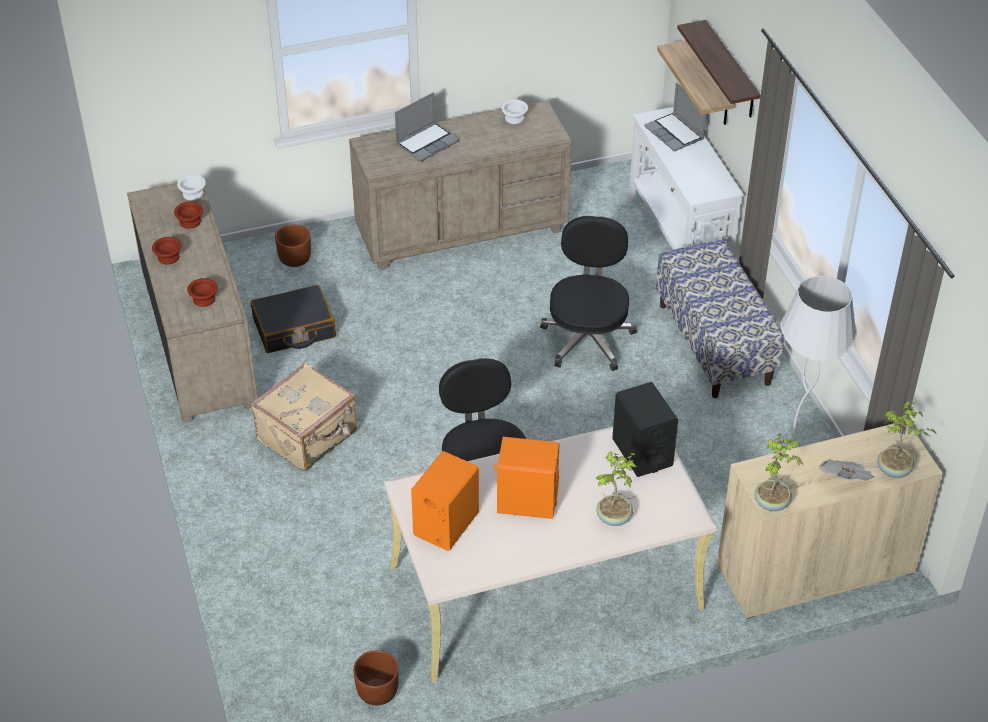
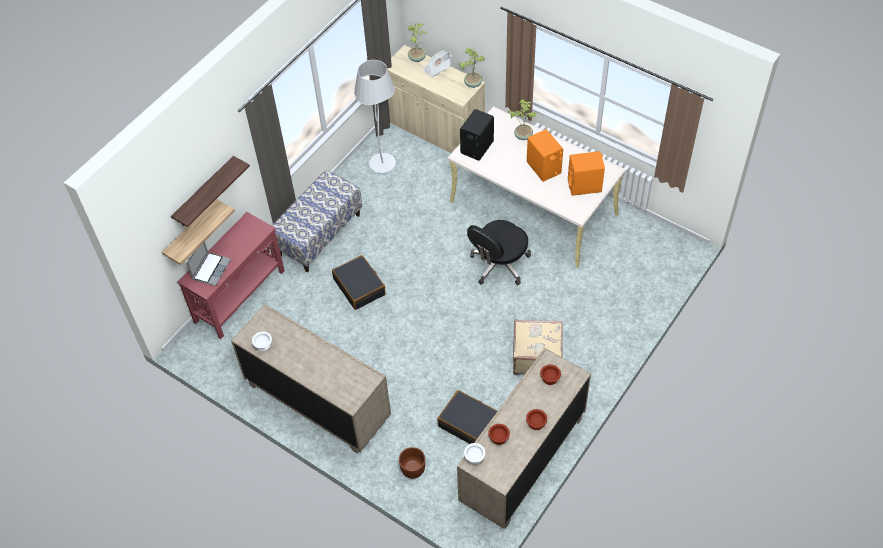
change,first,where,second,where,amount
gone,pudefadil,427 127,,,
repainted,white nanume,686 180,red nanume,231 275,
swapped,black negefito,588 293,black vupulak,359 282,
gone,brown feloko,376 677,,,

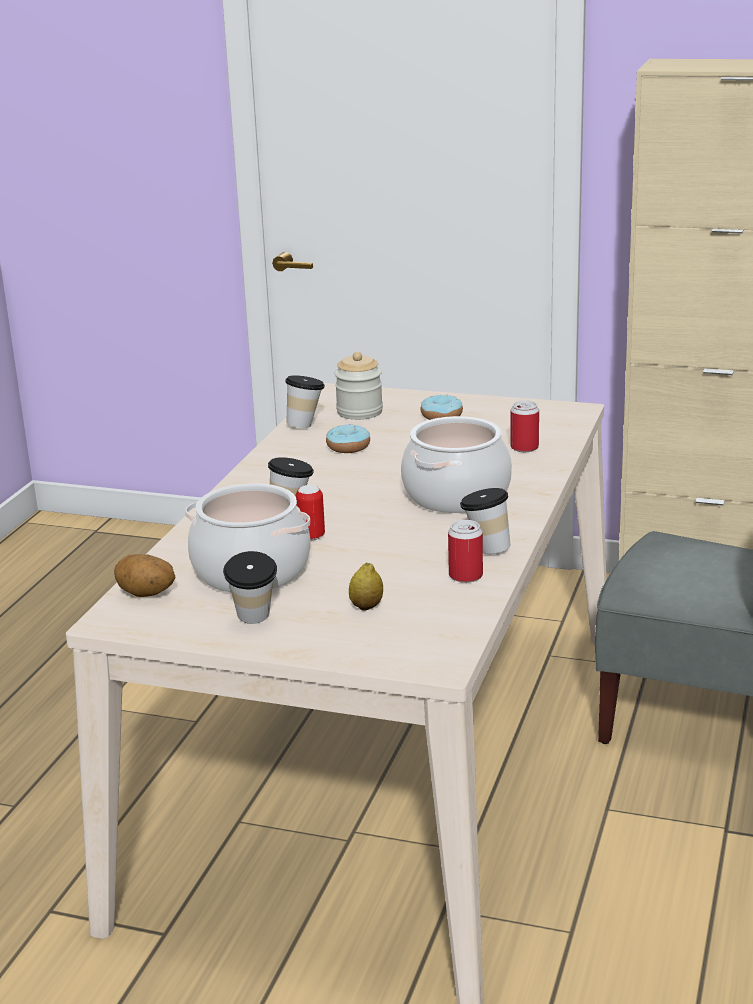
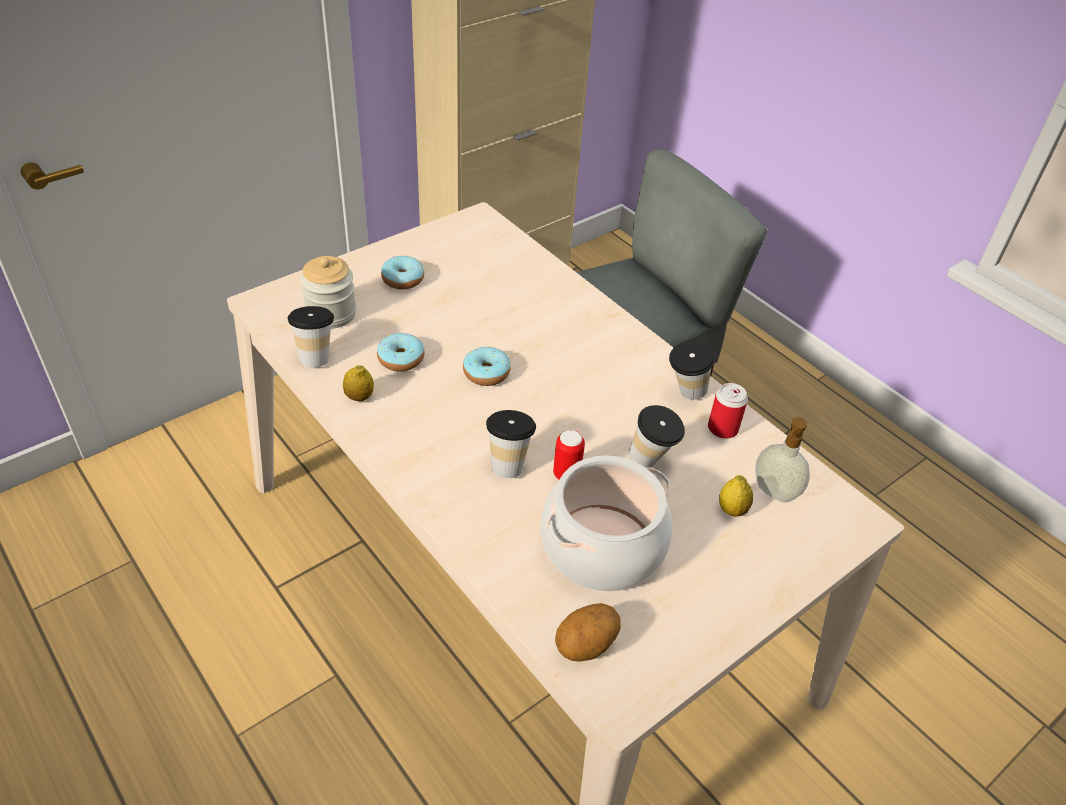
change,first,where,second,where,amount
gone,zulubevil,525 426,,,
gone,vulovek,456 464,,,
shifted,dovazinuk,250 587,,657 436,
new,,,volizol,487 366,
new,,,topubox,358 383,
new,,,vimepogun,782 459,

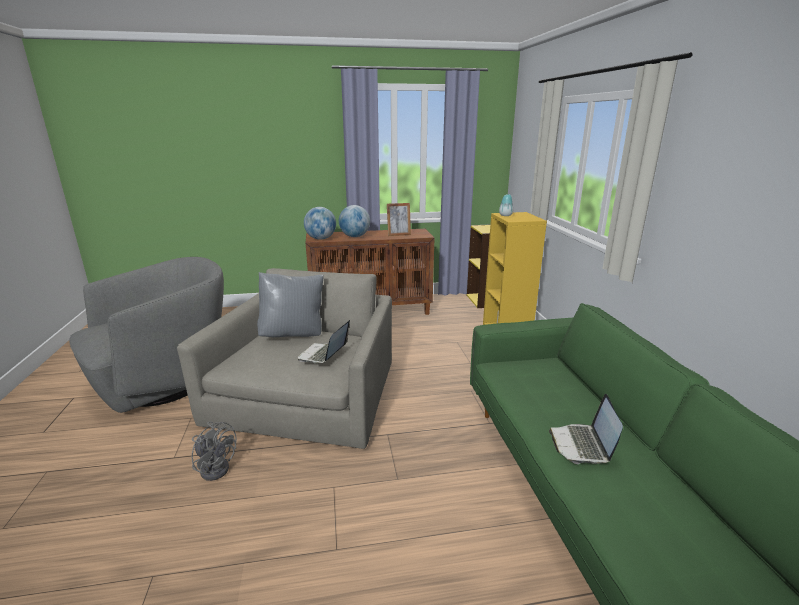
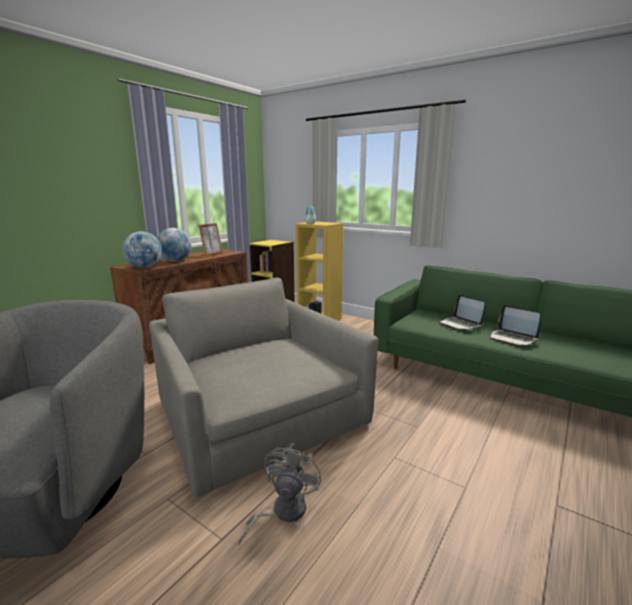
change,first,where,second,where,amount
gone,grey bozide,290 304,,,
shifted,pudefadil,324 341,,462 312,
rotated,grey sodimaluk,214 451,,279 494,60 degrees counterclockwise

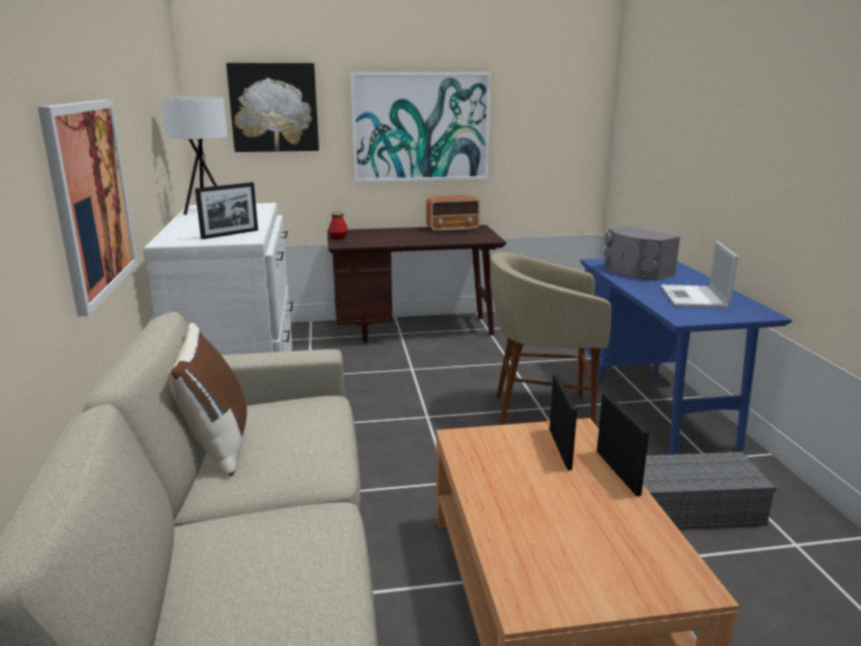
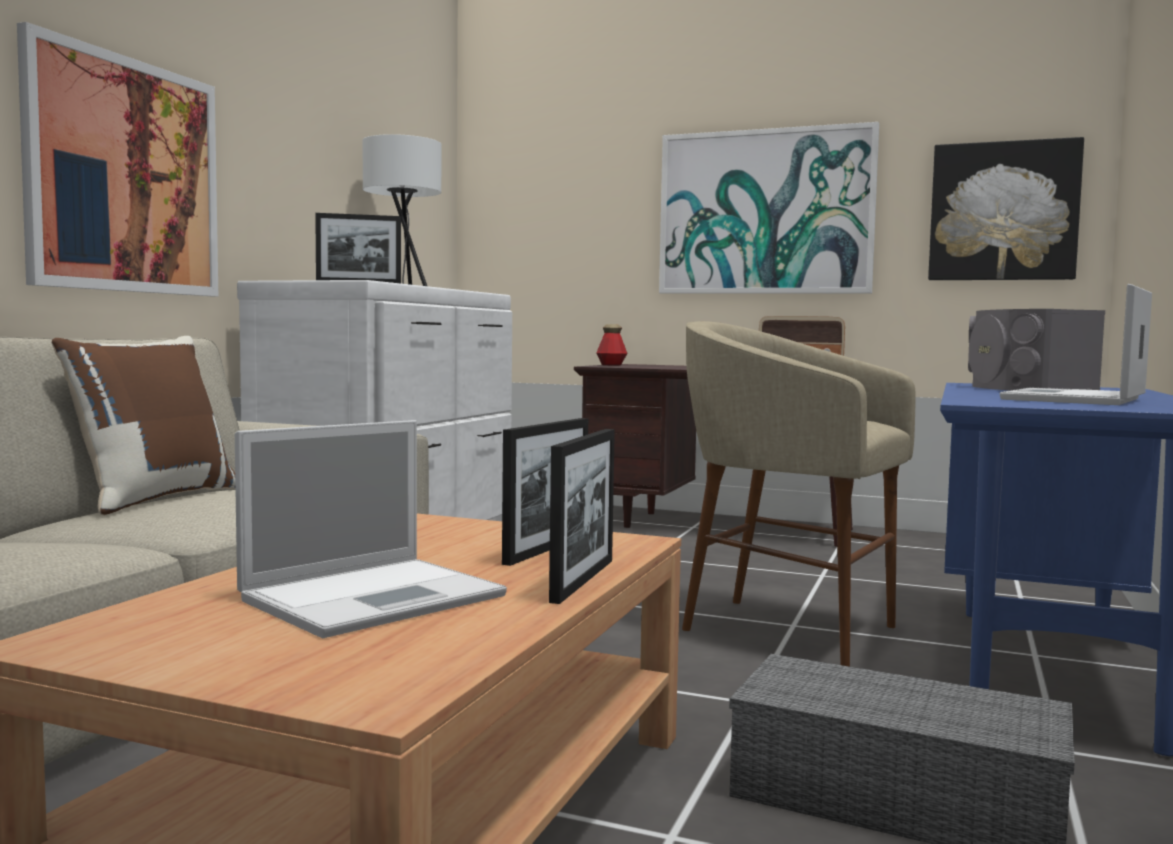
change,first,where,second,where,amount
shifted,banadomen,272 107,,1006 208,
new,,,pudefadil,371 529,

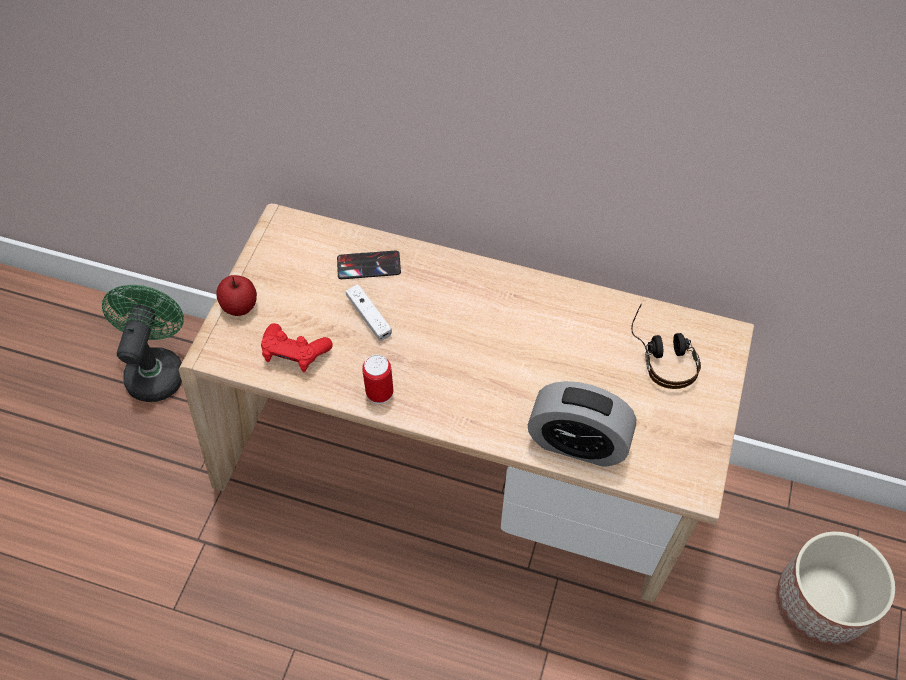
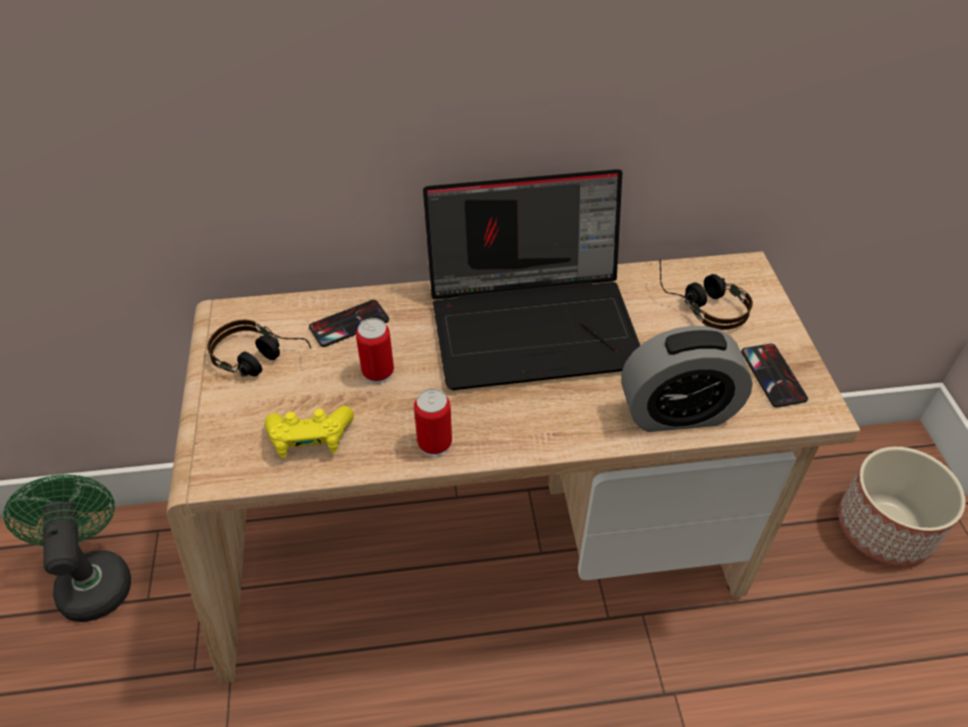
change,first,where,second,where,amount
gone,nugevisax,236 295,,,
swapped,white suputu,369 312,zulubevil,375 351,
repainted,red suputu,297 347,yellow suputu,309 432,
new,,,pudefadil,531 279,
new,,,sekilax,259 348,
new,,,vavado,774 375,

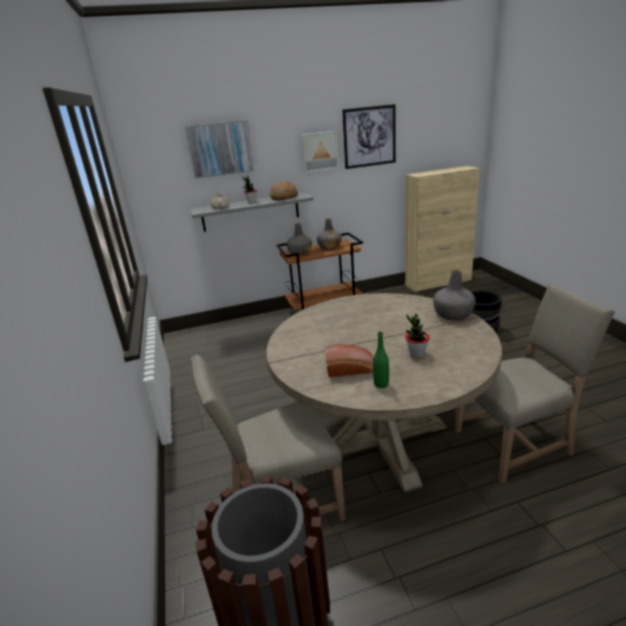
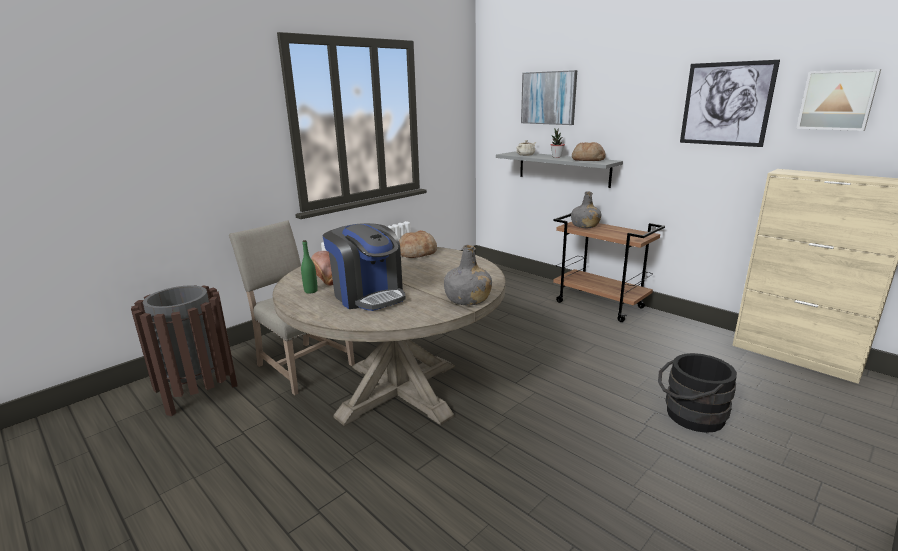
change,first,where,second,where,amount
shifted,banadomen,320 151,,838 100,
gone,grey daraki,329 234,,,
gone,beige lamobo,535 383,,,
swapped,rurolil,418 336,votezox,364 267,
new,,,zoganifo,418 244,

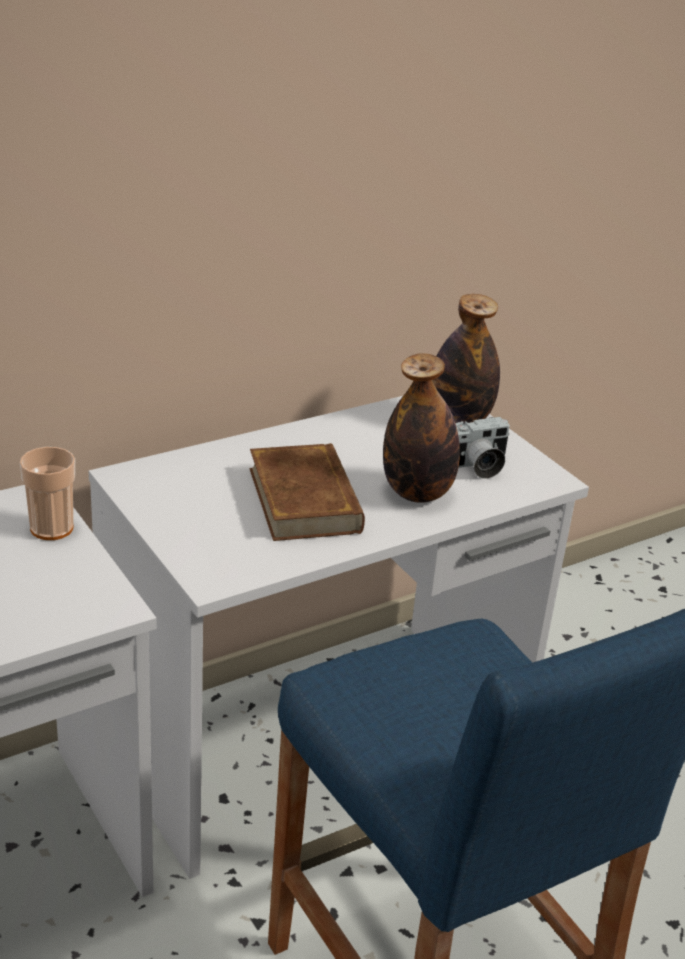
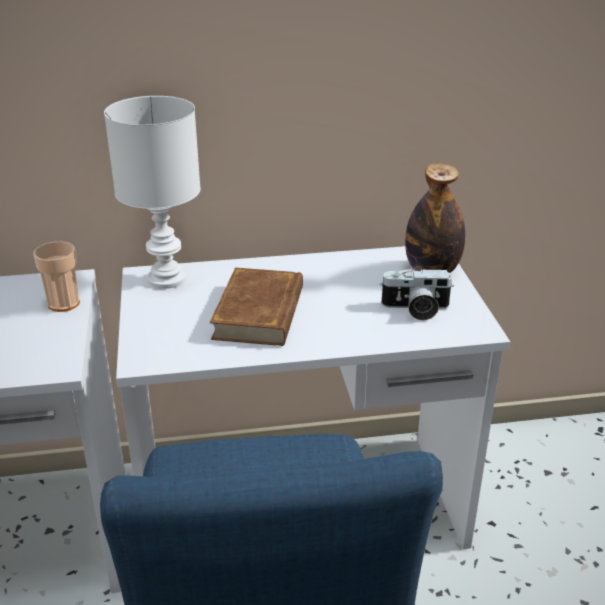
change,first,where,second,where,amount
gone,daraki,421 428,,,
new,,,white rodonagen,152 192,

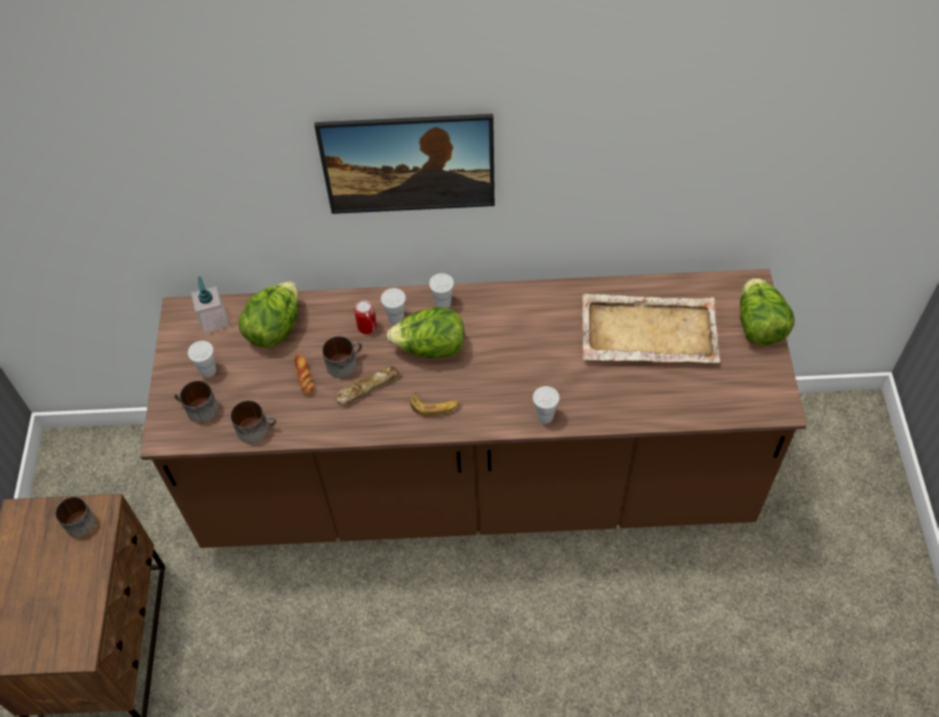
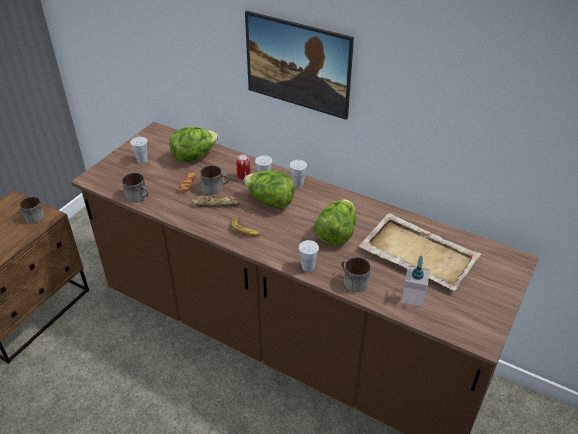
change,first,where,second,where,amount
shifted,vimepogun,209 304,,415 281,
shifted,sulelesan,767 312,,335 222,
shifted,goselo,196 402,,356 274,

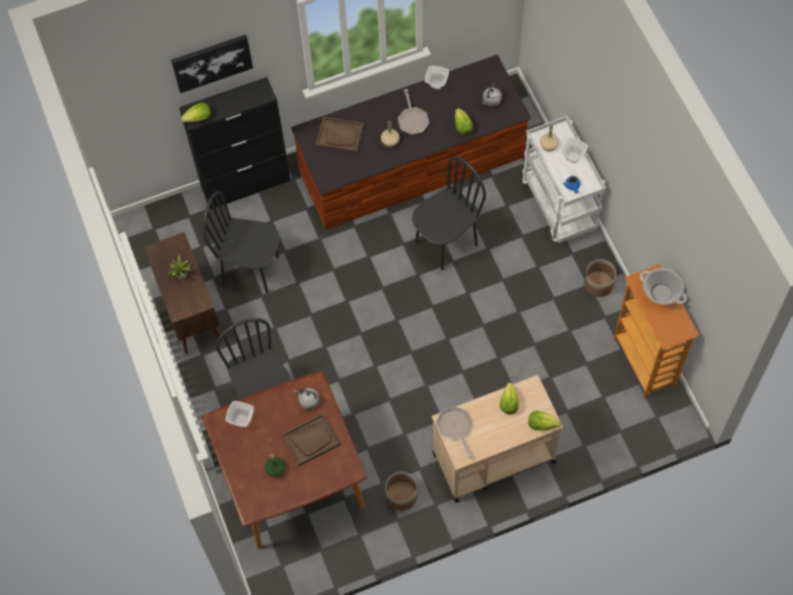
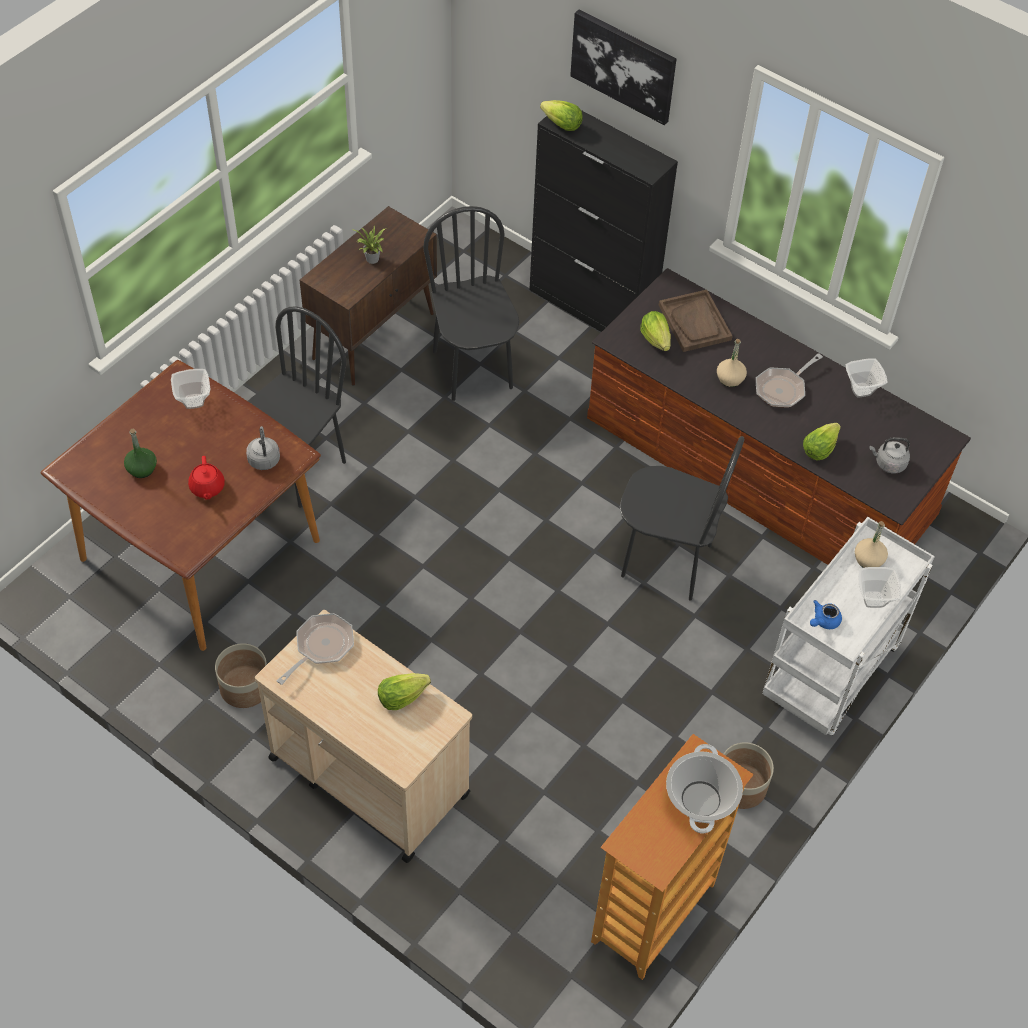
change,first,where,second,where,amount
shifted,sulelesan,544 420,,655 331,
swapped,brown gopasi,311 439,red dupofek,206 478,

